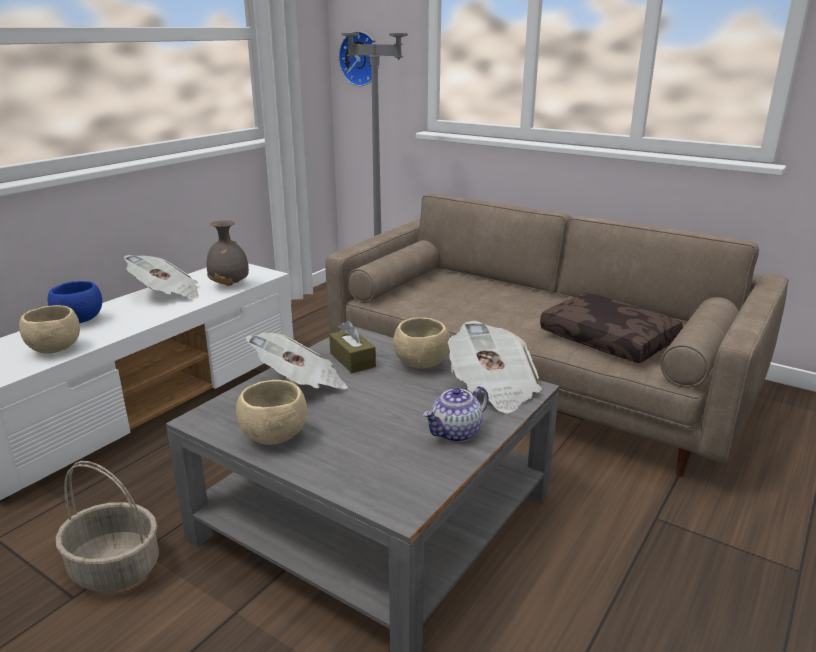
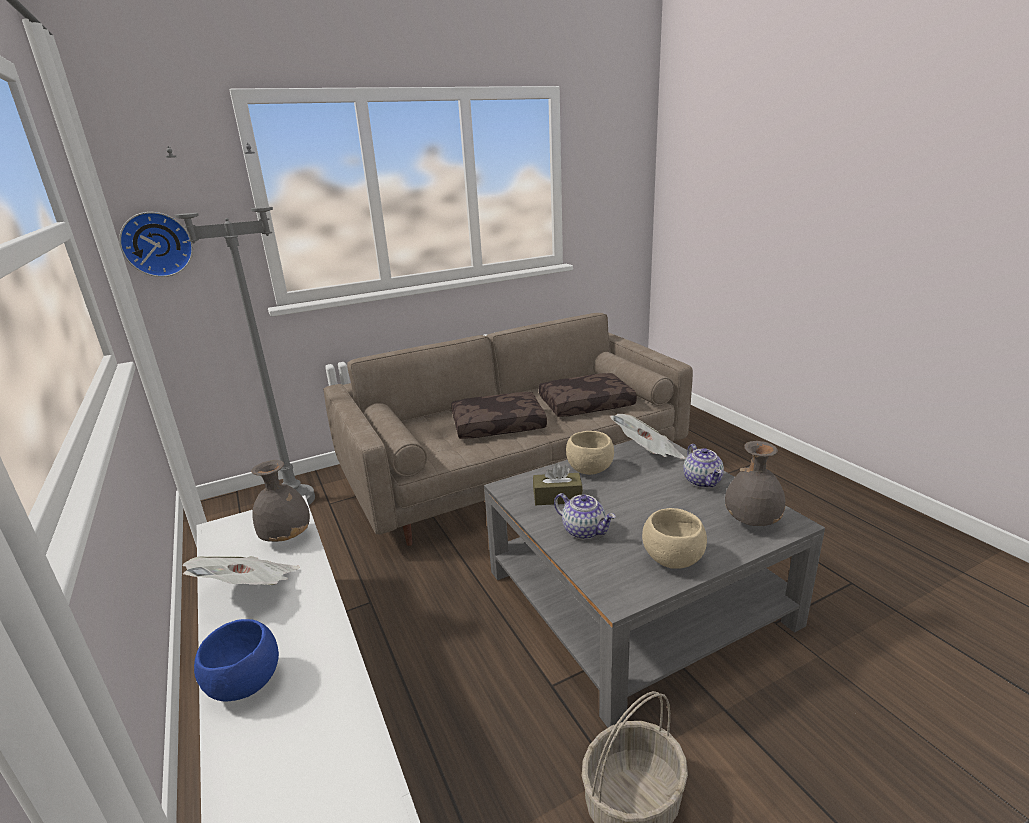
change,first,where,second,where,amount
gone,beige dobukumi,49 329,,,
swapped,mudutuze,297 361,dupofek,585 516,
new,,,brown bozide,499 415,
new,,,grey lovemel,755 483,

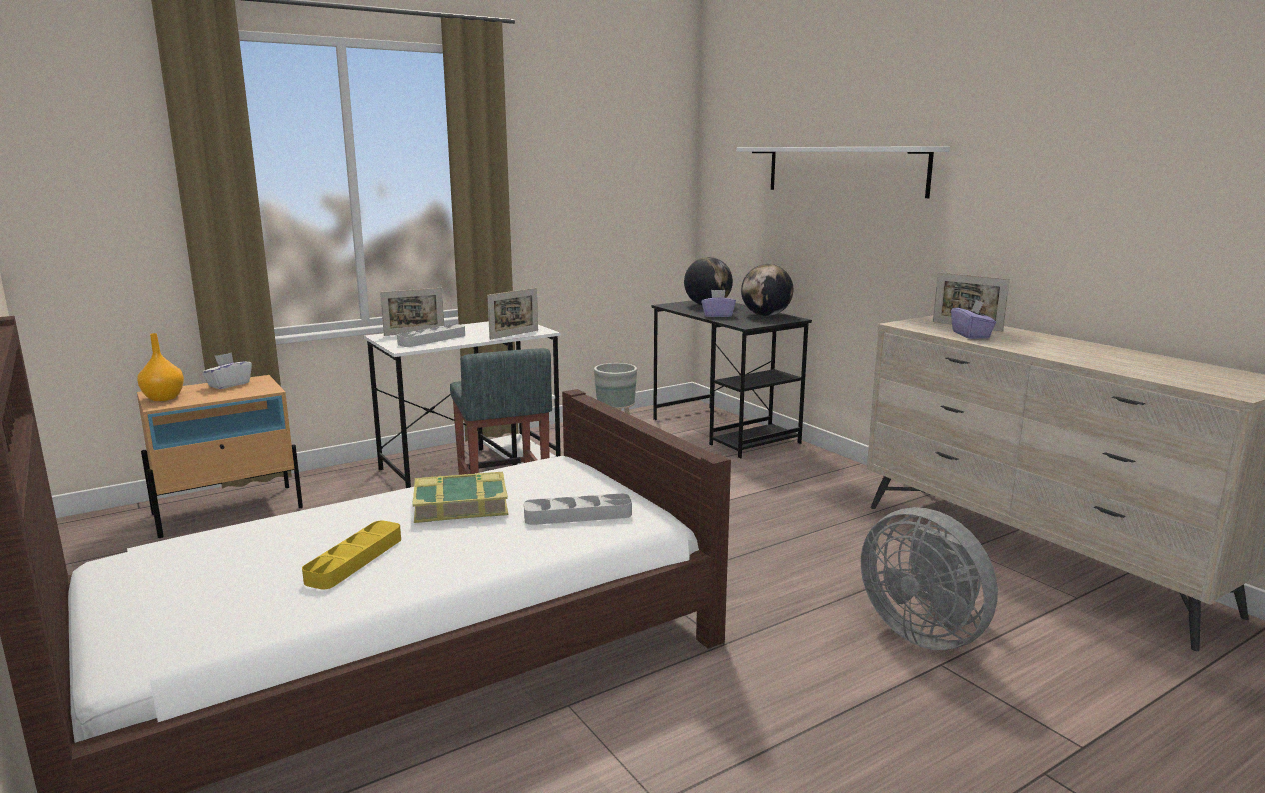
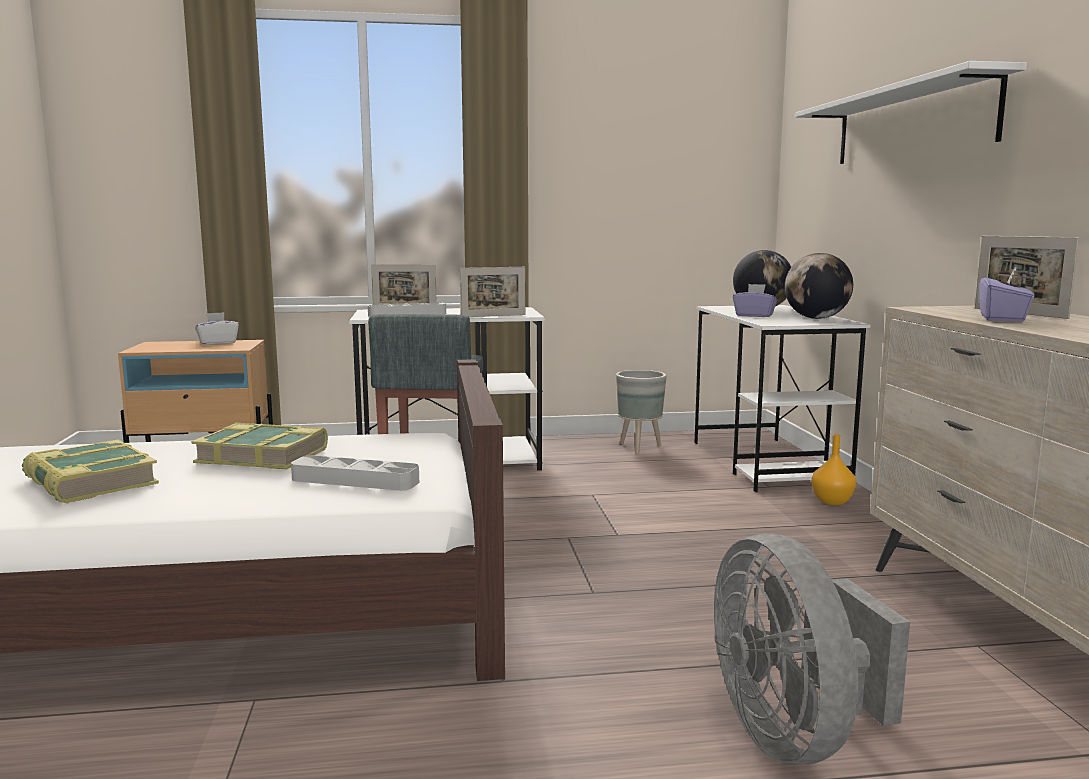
change,first,where,second,where,amount
repainted,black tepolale,731 379,white tepolale,782 398,
shifted,orange lovemel,160 367,,833 469,
swapped,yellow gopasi,351 555,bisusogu,90 471,

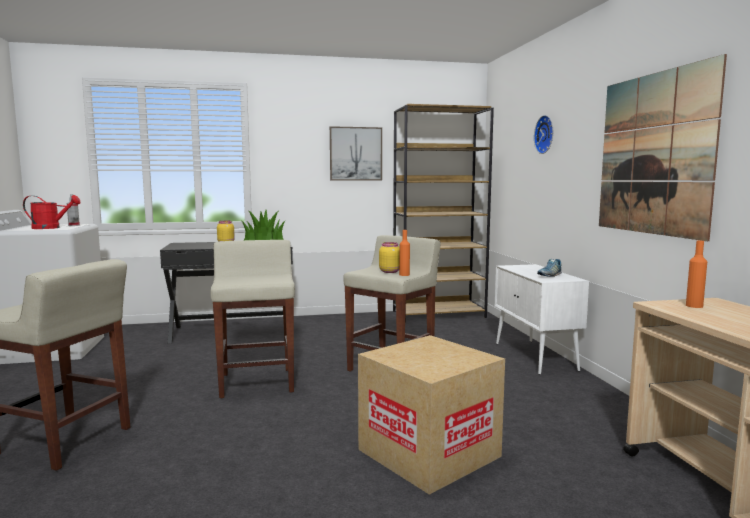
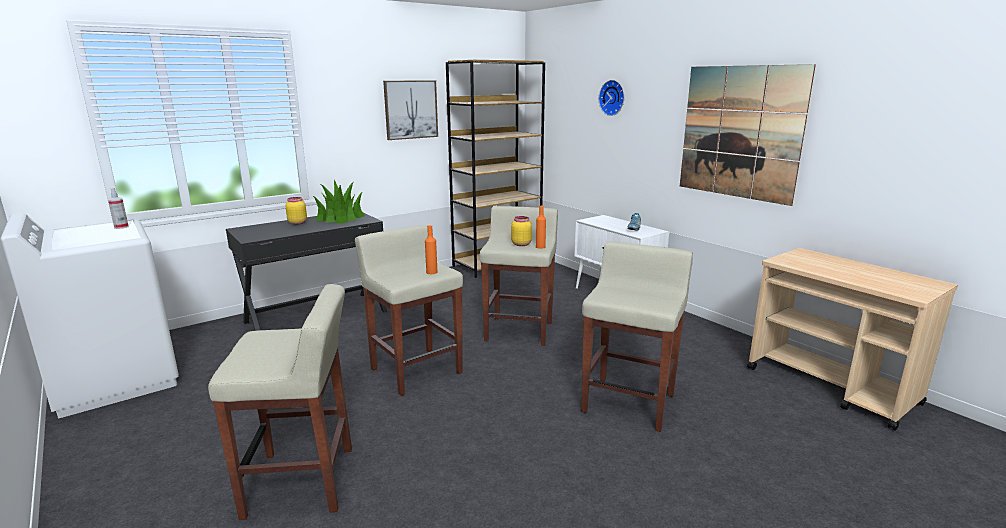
change,first,where,second,where,amount
gone,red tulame,52 212,,,
shifted,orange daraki,696 274,,431 249,
swapped,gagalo,431 415,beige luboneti,637 337,

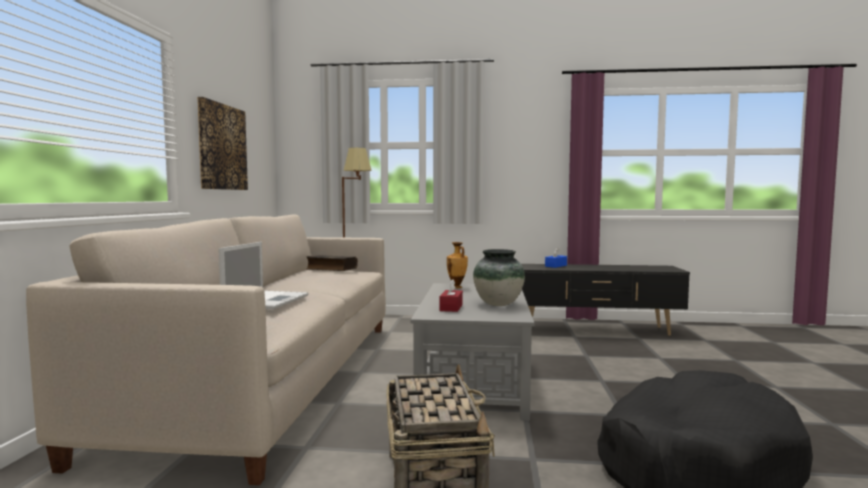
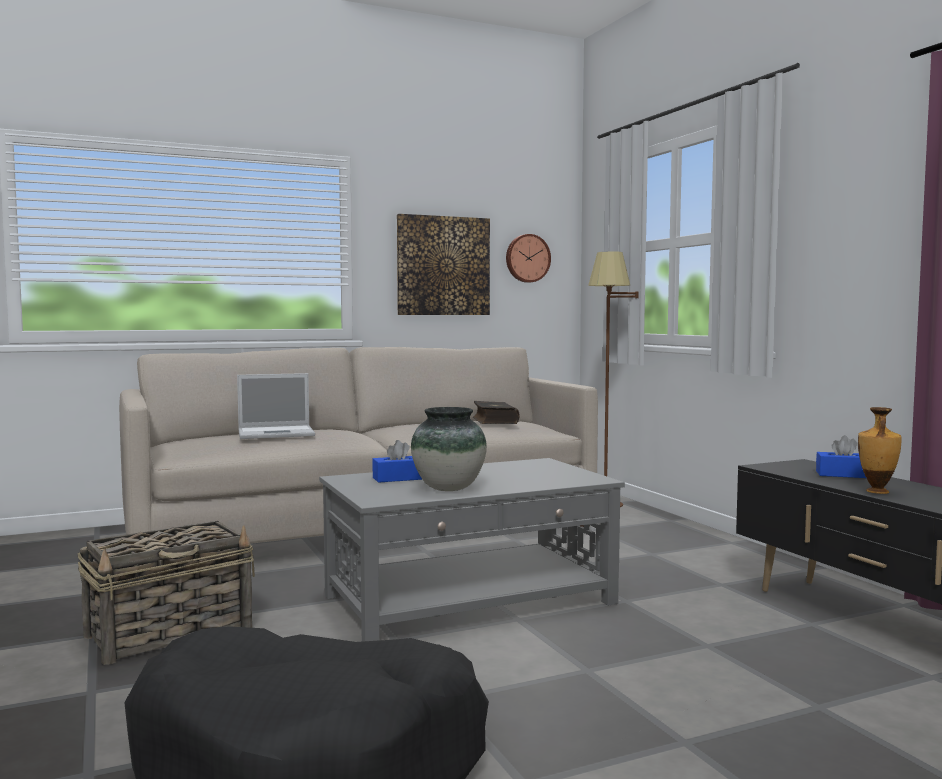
change,first,where,second,where,amount
shifted,lovemel,457 265,,880 450,
repainted,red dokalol,451 295,blue dokalol,397 461,
new,,,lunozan,528 258,

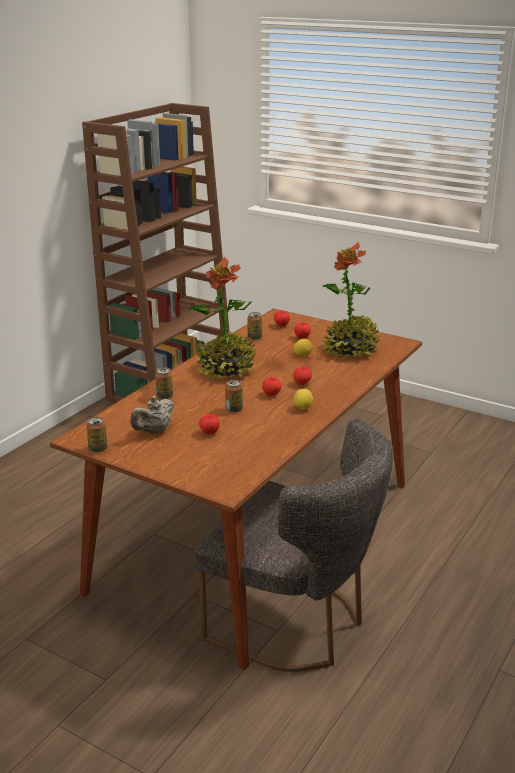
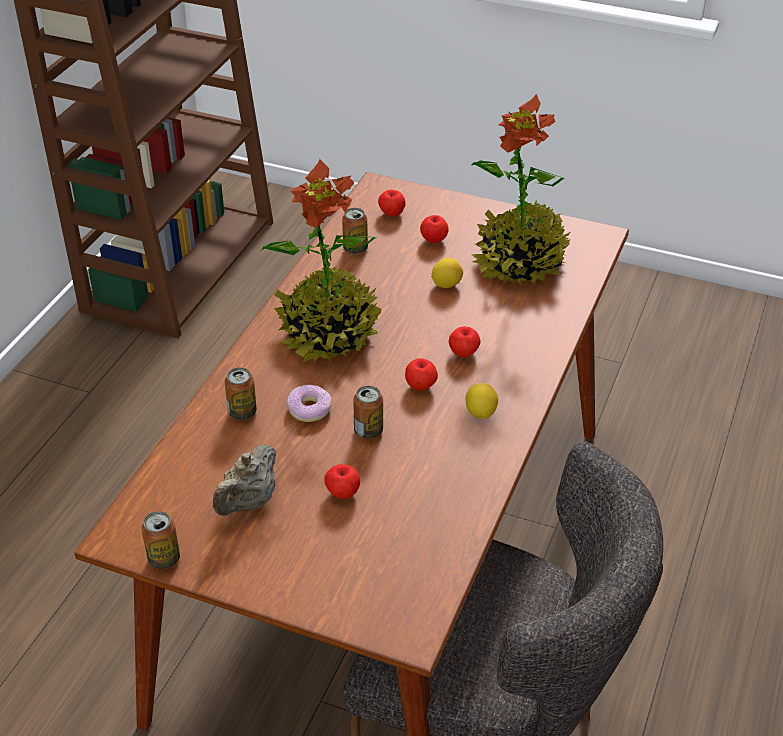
change,first,where,second,where,amount
new,,,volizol,309 403,

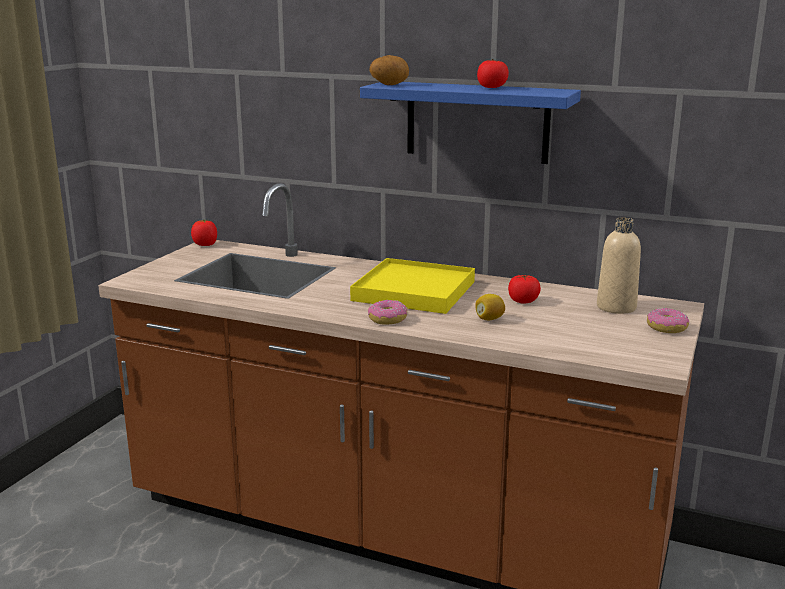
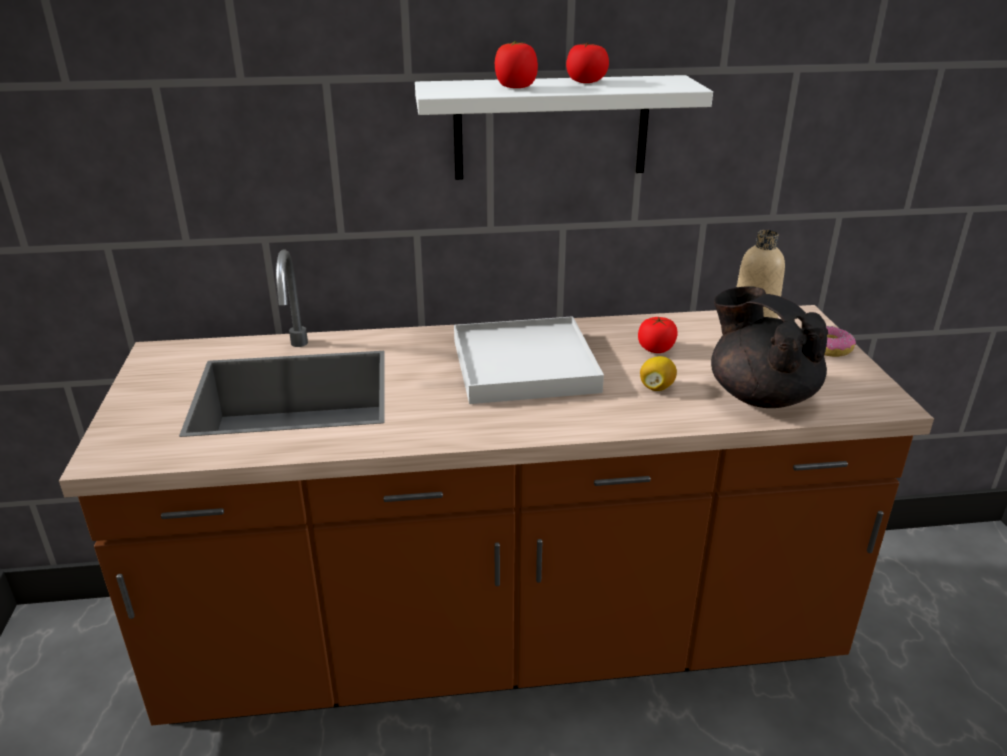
change,first,where,second,where,amount
gone,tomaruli,389 70,,,
repainted,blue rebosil,470 123,white rebosil,564 127,
shifted,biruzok,204 233,,516 64,
repainted,yellow gopasi,412 286,white gopasi,529 360,
gone,volizol,387 312,,,
new,,,black dupofek,769 347,

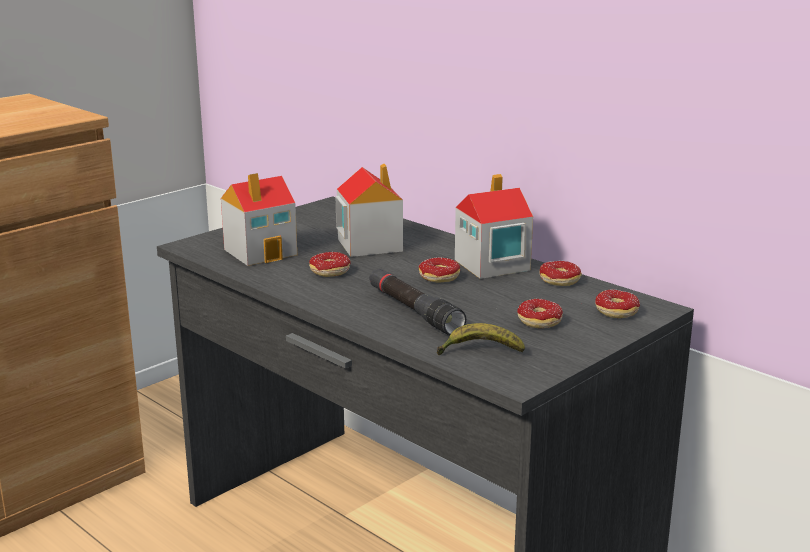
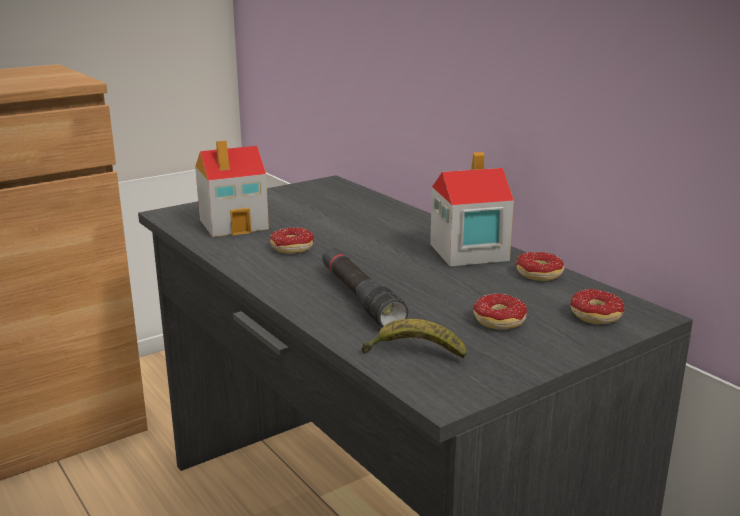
change,first,where,second,where,amount
gone,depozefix,369 210,,,
gone,volizol,439 269,,,

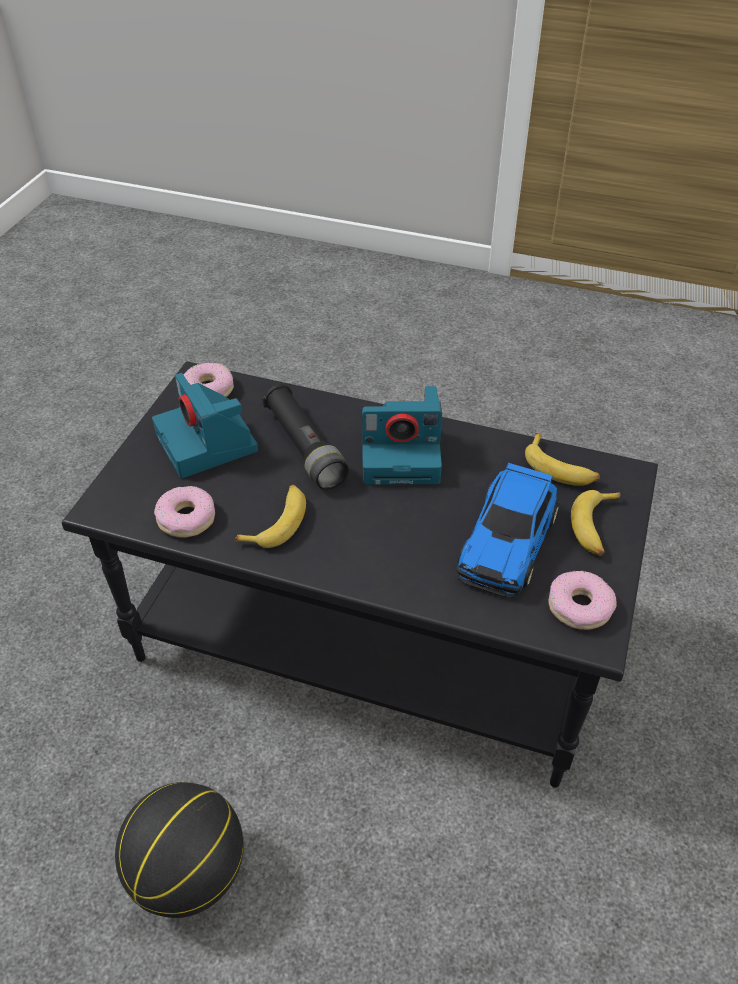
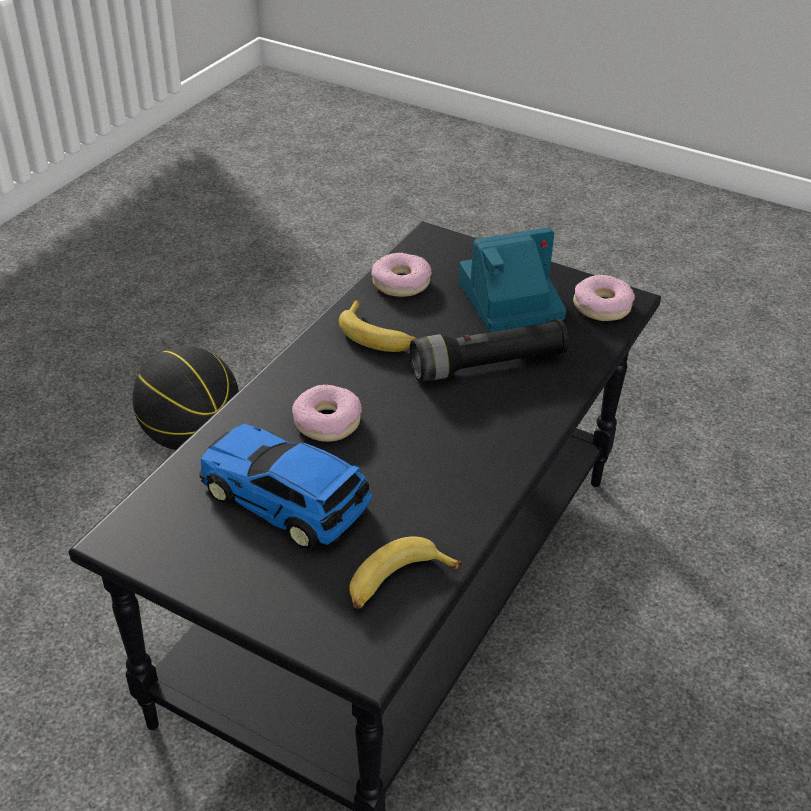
change,first,where,second,where,amount
gone,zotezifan,402 435,,,
gone,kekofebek,595 523,,,
shifted,volizol,582 600,,327 413,

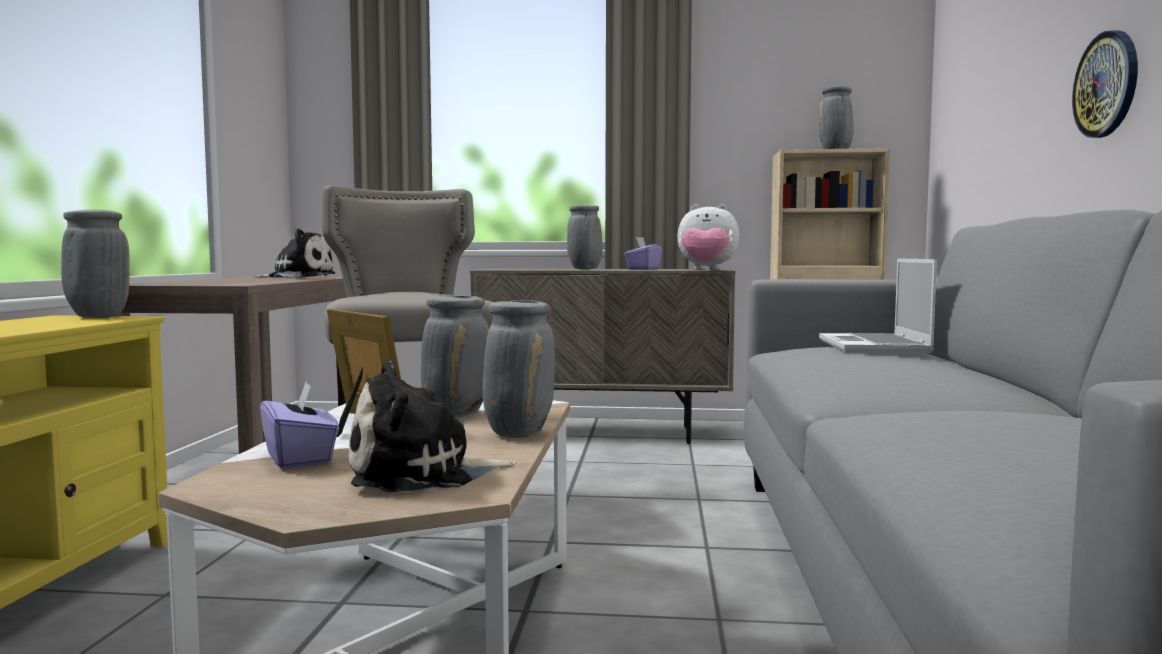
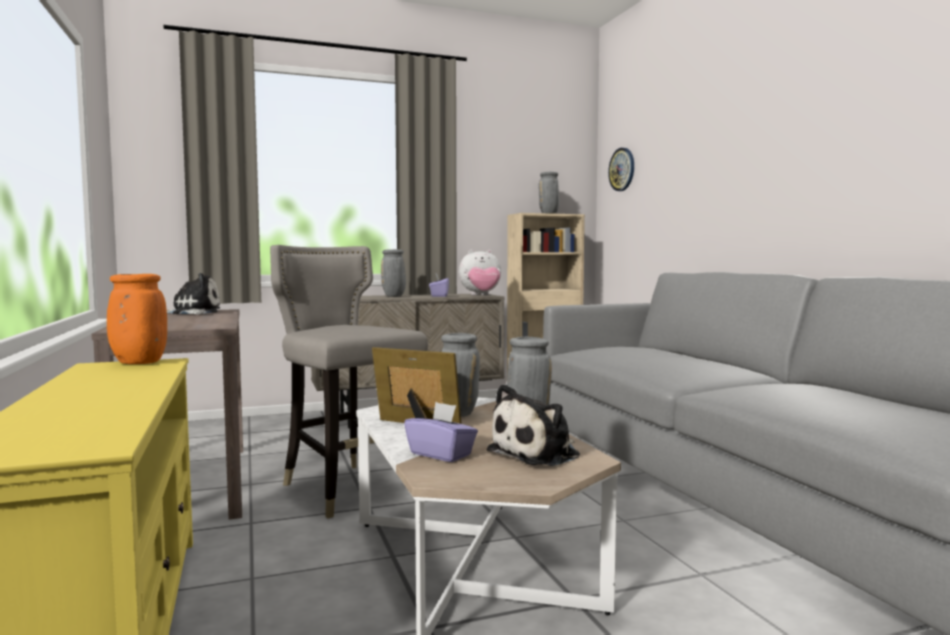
change,first,where,second,where,amount
shifted,lunozan,1105 84,,621 169,
repainted,grey lovemel,95 264,orange lovemel,137 319,
gone,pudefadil,878 306,,,

